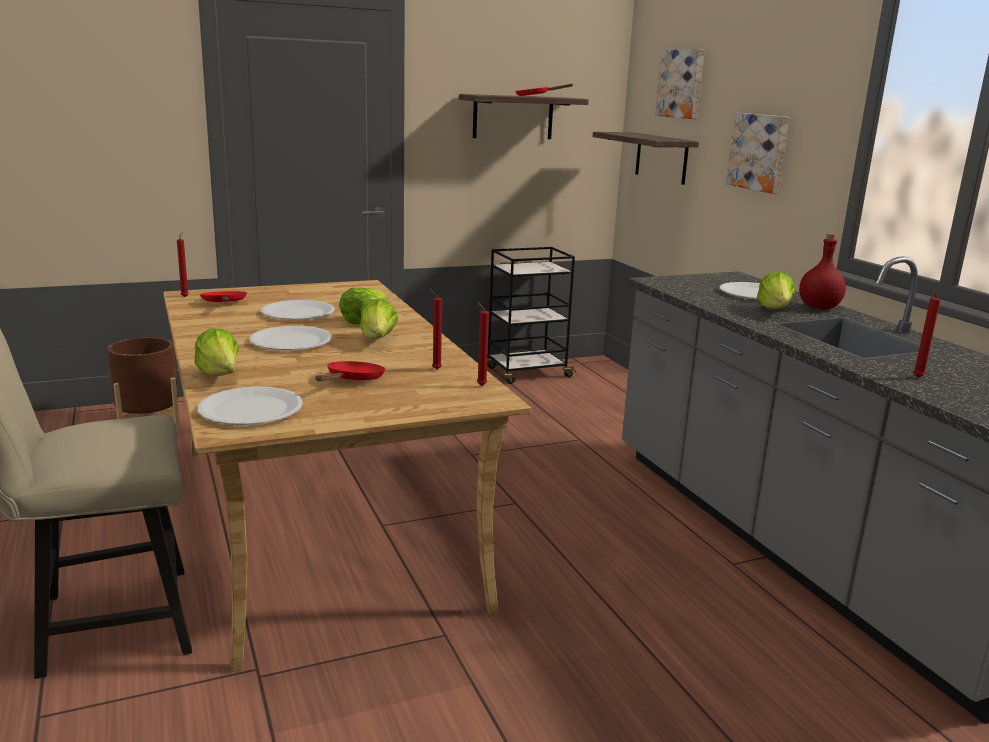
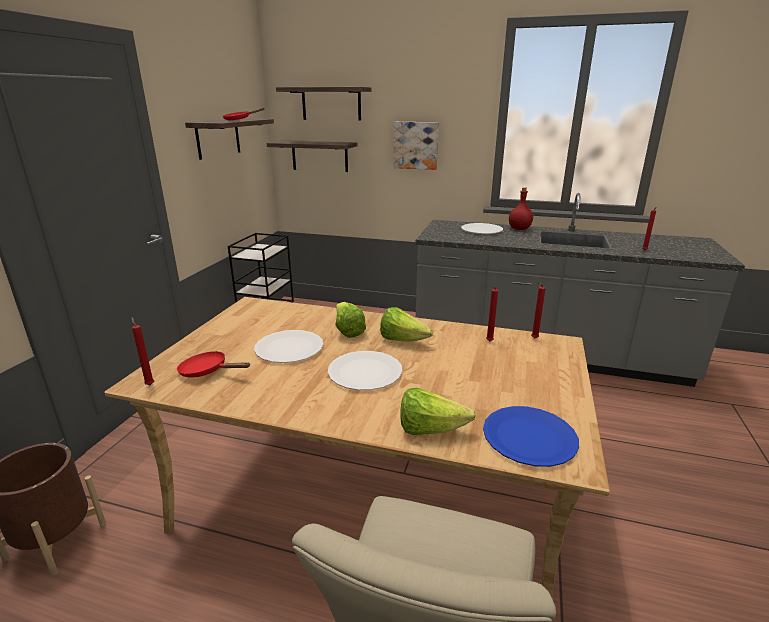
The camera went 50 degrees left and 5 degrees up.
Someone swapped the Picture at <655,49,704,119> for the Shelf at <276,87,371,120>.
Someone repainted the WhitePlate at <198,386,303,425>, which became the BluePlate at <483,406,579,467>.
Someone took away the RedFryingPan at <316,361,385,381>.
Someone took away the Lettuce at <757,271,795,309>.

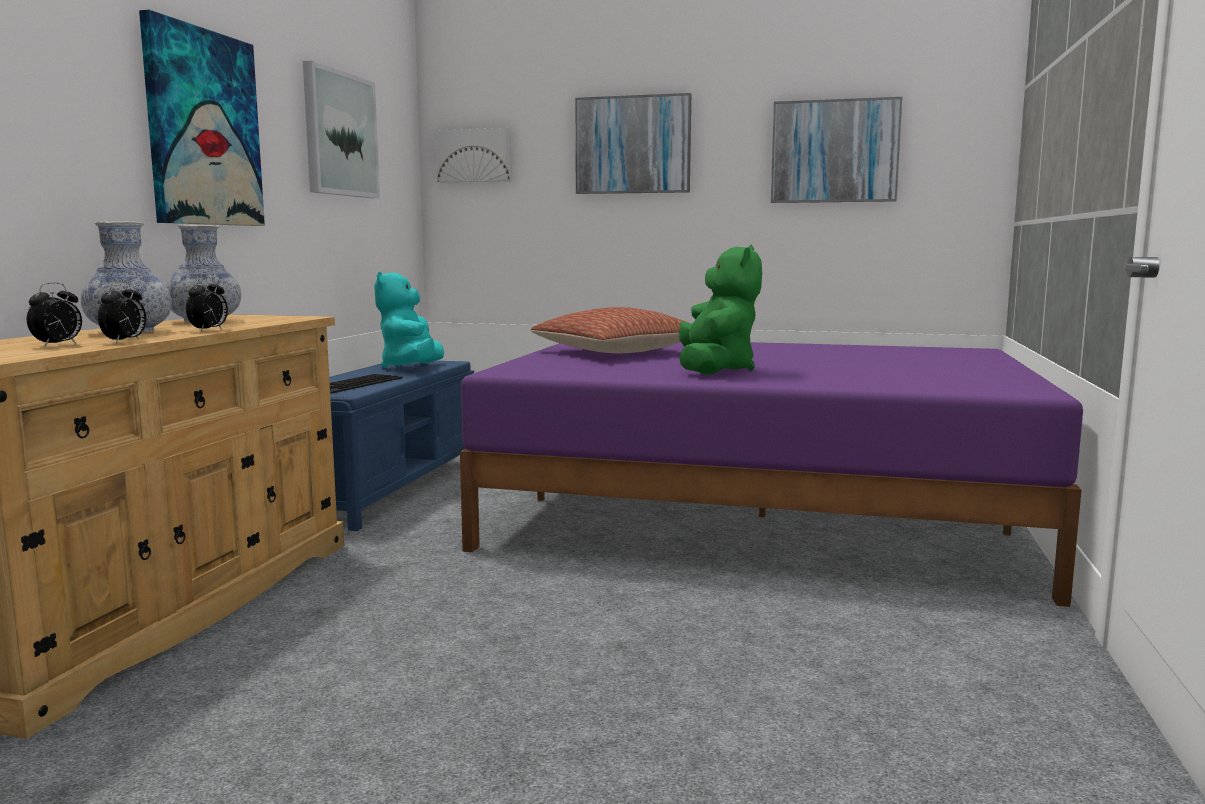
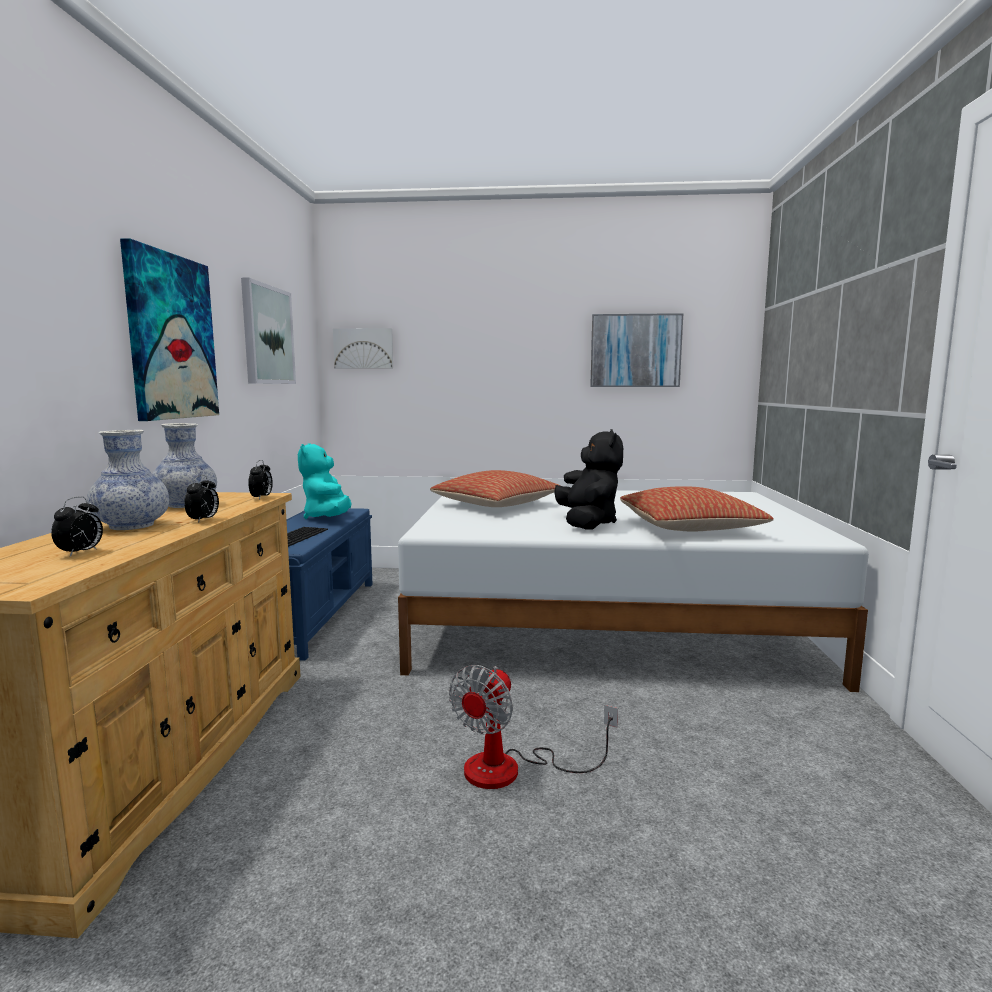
The camera went 10 degrees left and 0 degrees up.
Someone carried the AlarmClock from <98,281,146,343> to <248,460,273,500>.
Someone repainted the PurpleBed at <460,342,1083,607>, which became the WhiteBed at <398,490,869,692>.
Someone put down the Fan at <449,665,618,789>.
Someone repainted the GreenPlushToy at <679,244,762,375>, which became the BlackPlushToy at <554,429,623,529>.
Someone put down the Pillow at <620,486,774,532>.
Someone took away the Picture at <575,93,691,194>.

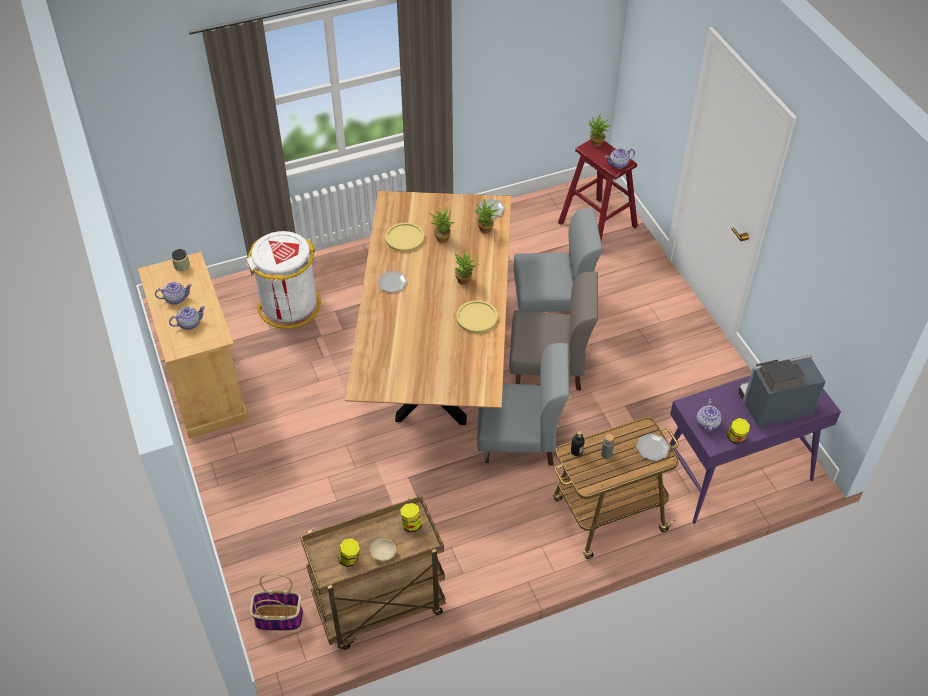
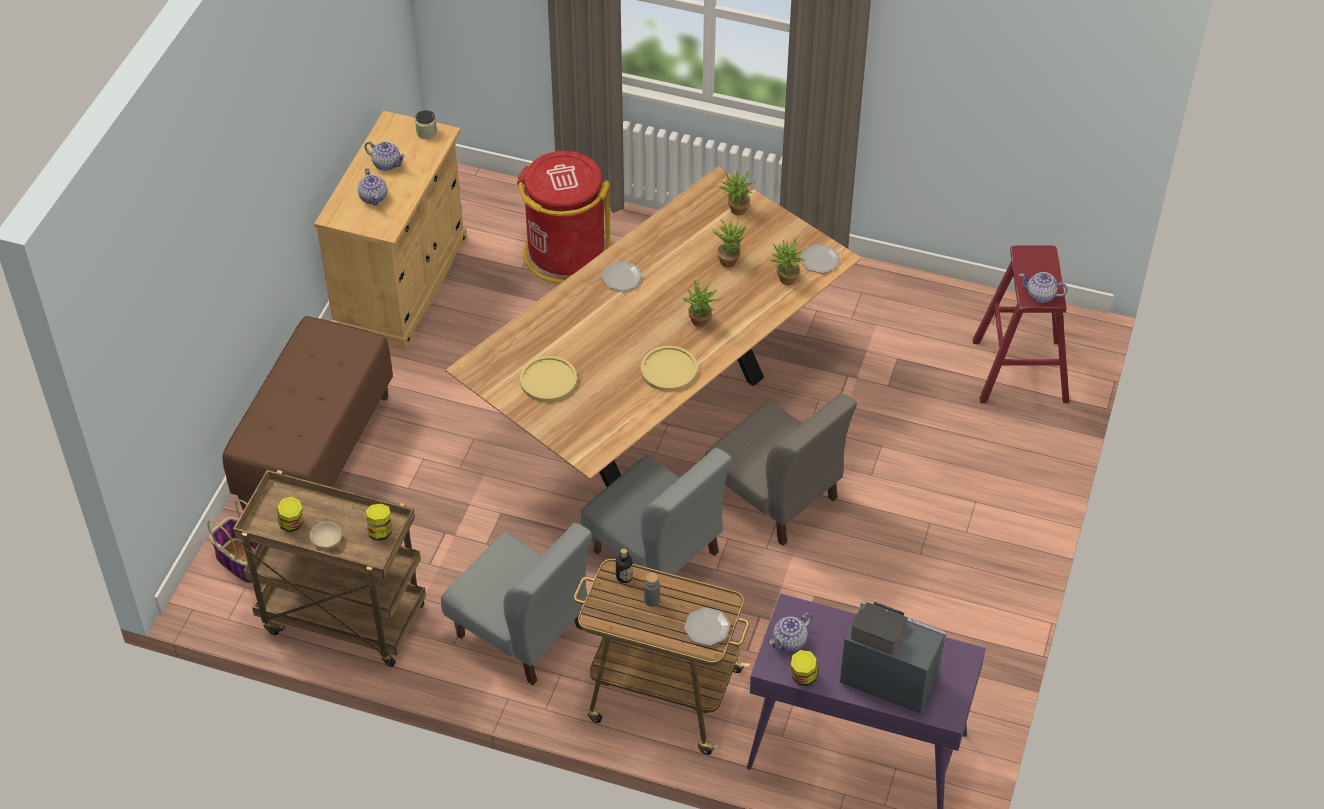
The camera went 40 degrees right and 0 degrees up.
Someone put down the BrownBench at <222,316,393,510>.
Someone rotated the Teapot at <169,306,205,330> by 60 degrees clockwise.
Someone carried the GreyChair from <513,207,602,312> to <441,523,592,685>.
Someone repainted the WhiteTrashCan at <247,231,321,329>, which became the RedTrashCan at <517,151,610,284>.
Someone carried the YellowPlate from <385,223,424,252> to <520,356,577,402>.
Someone carried the PottedPlant from <589,114,611,147> to <718,170,755,215>.

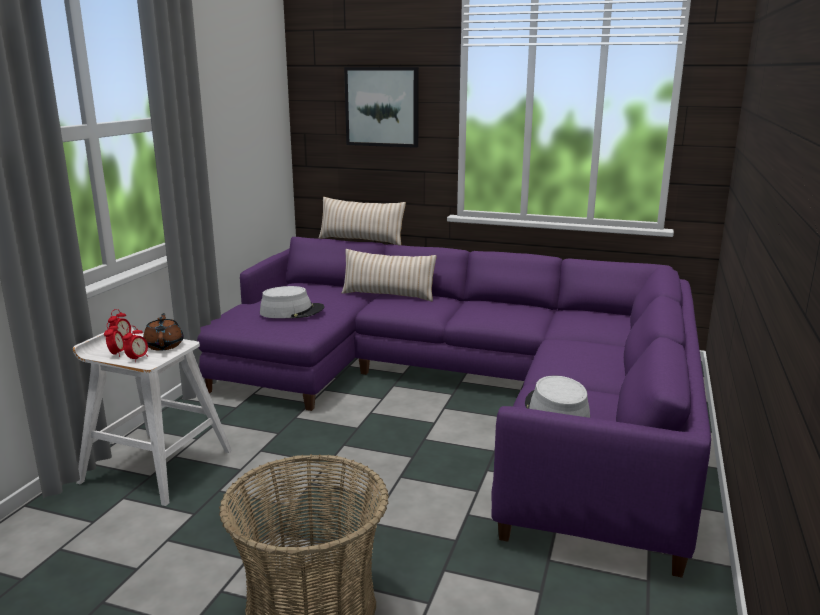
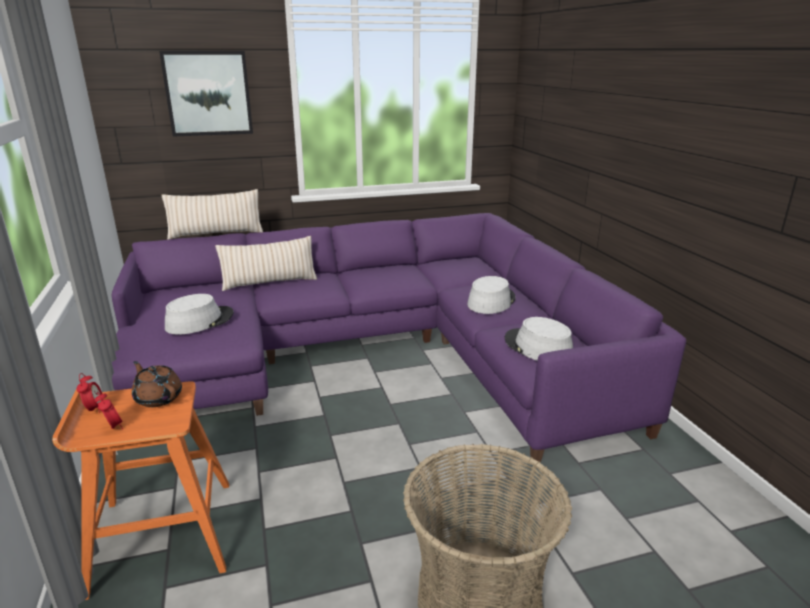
The camera went 35 degrees left and 5 degrees up.
Someone repainted the WhiteStool at <73,324,232,506>, which became the OrangeStool at <52,381,229,600>.
Someone put down the GreyHat at <467,276,516,314>.
Someone took away the AlarmClock at <123,326,148,362>.

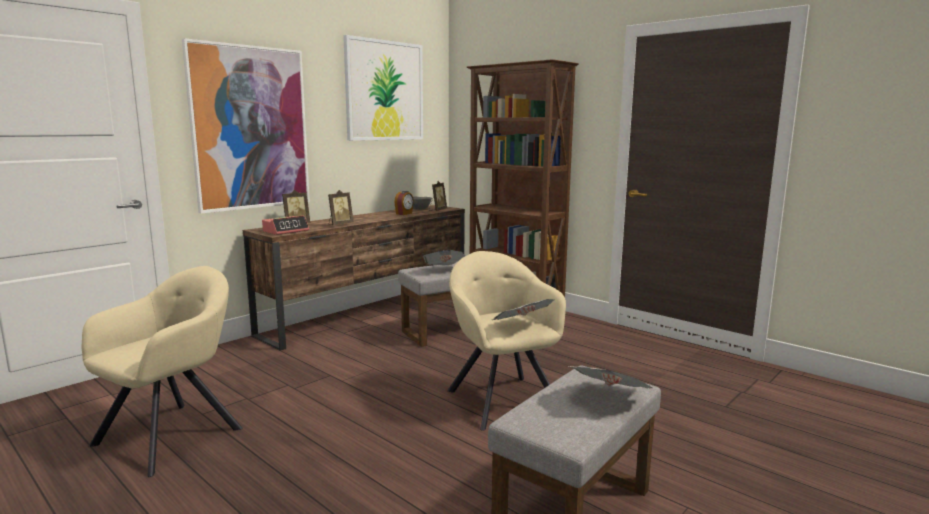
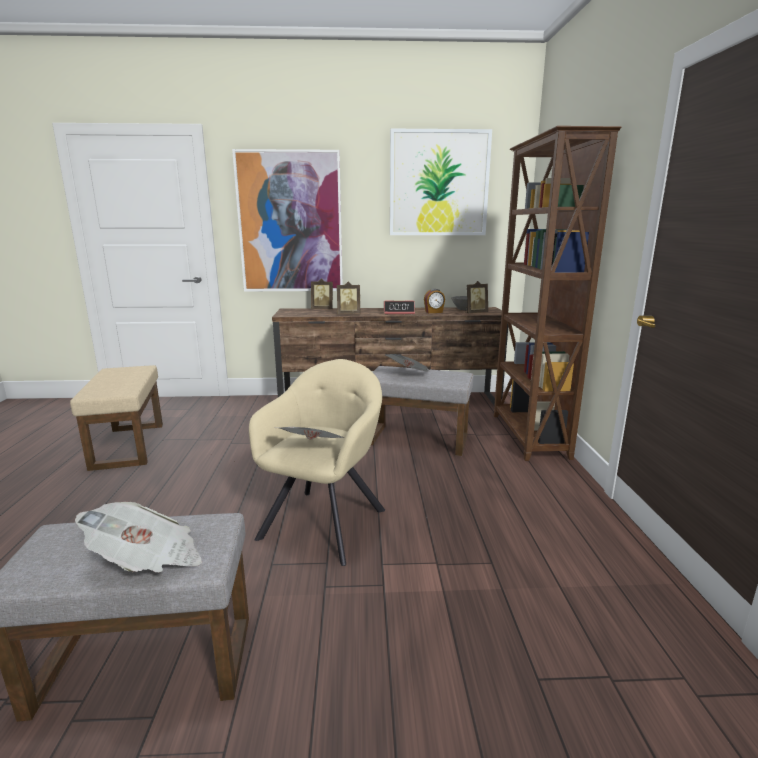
The camera went 45 degrees right and 5 degrees up.
Someone swapped the BeigeArmchair at <82,266,243,477> for the BeigeOttoman at <70,365,163,471>.
Someone carried the AlarmClock from <262,216,309,235> to <384,300,415,314>.

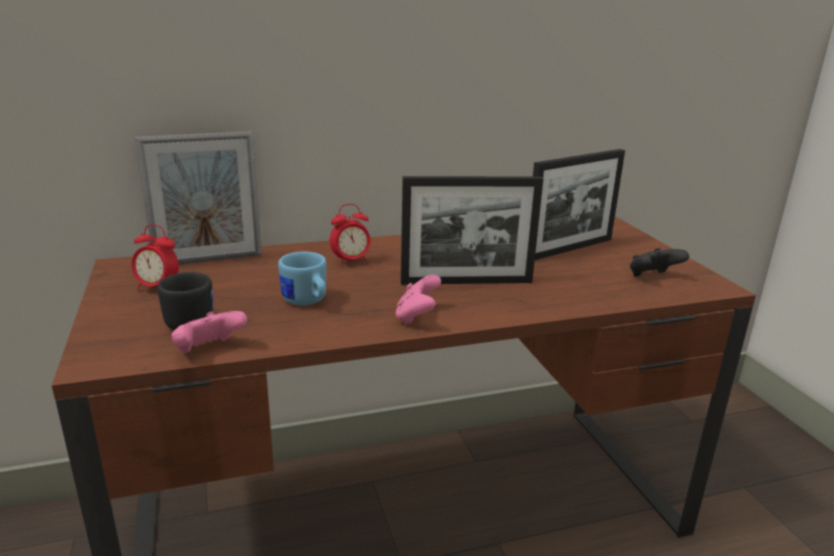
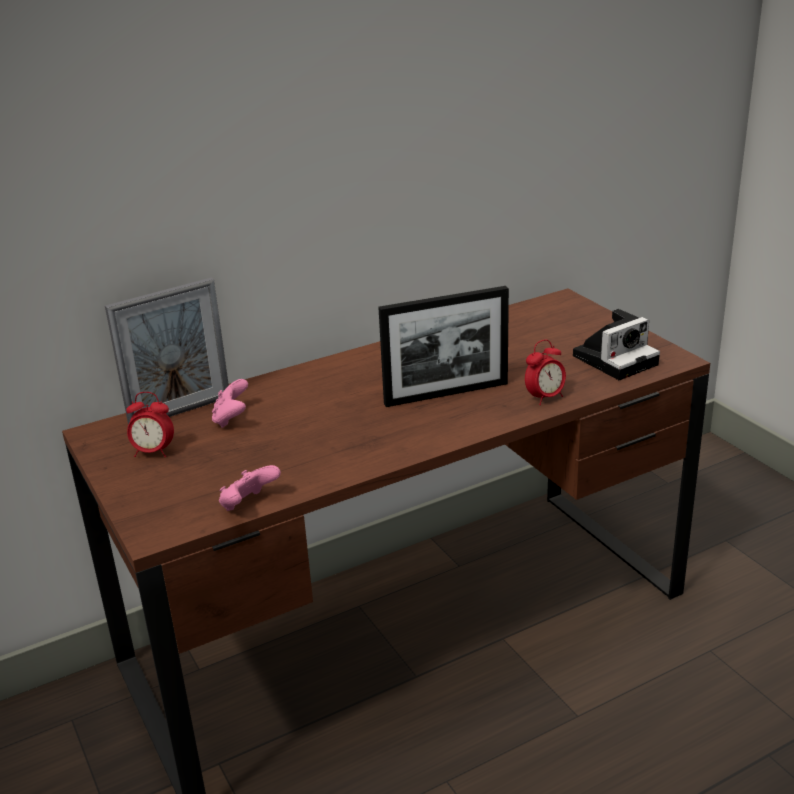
The camera went 10 degrees left and 5 degrees up.
Someone carried the PinkGameController from <396,275,441,325> to <212,379,248,428>.
Someone carried the AlarmClock from <330,204,371,266> to <525,340,566,405>.
Someone swapped the BlackGameController at <630,248,689,277> for the PhotoCamera at <573,309,660,380>.
Someone took away the BlackMug at <157,272,214,330>.
Someone took away the BlueMug at <278,252,327,306>.
Someone took away the PictureFrame at <533,149,625,260>.

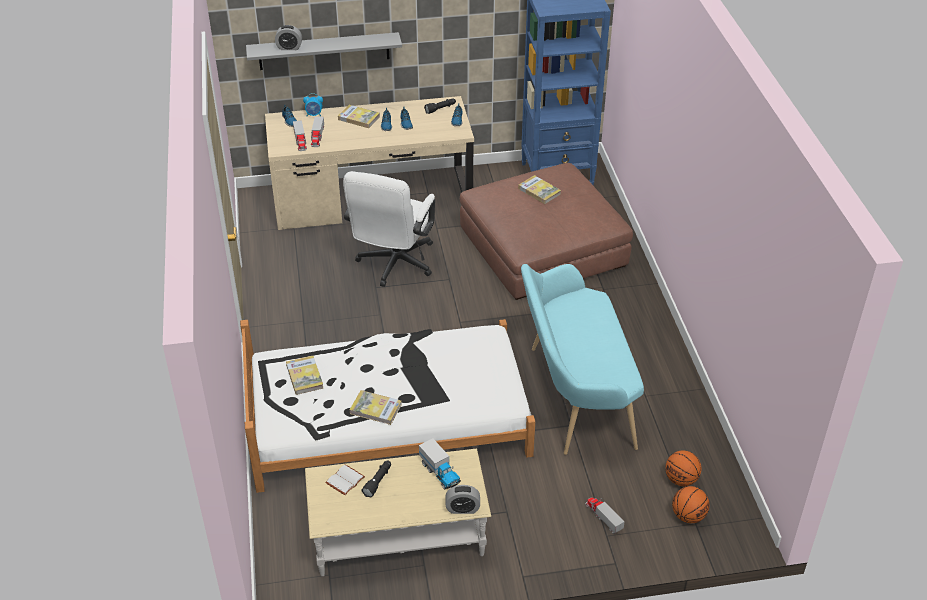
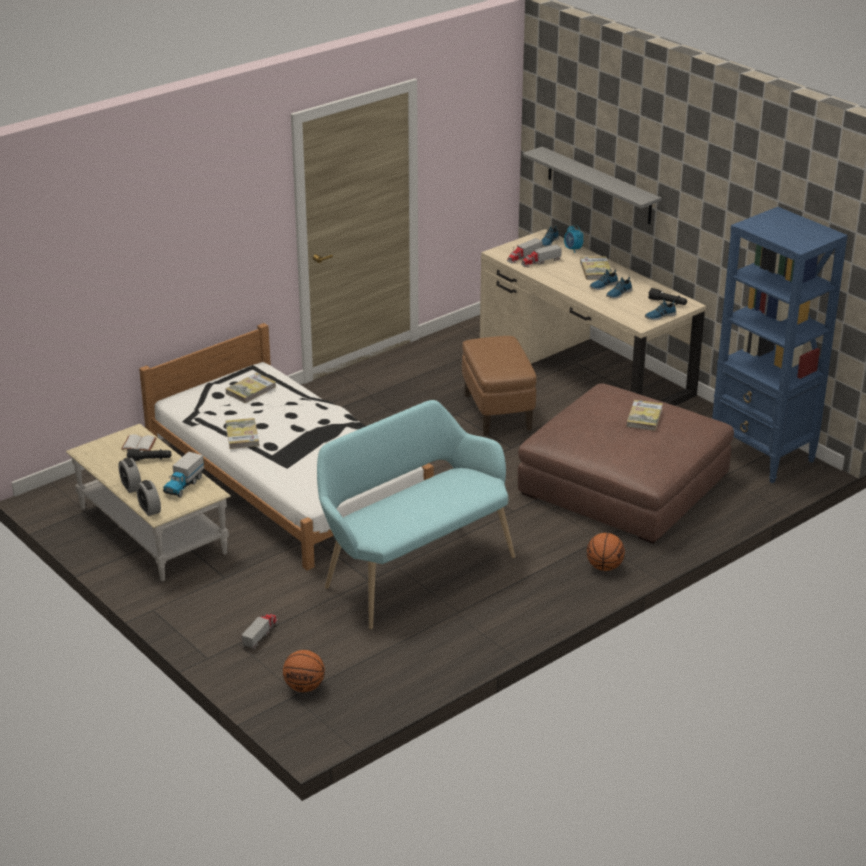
The camera went 60 degrees right and 10 degrees down.
Someone carried the AlarmClock from <275,25,302,50> to <118,458,141,493>.
Someone swapped the WhiteOfficeChair at <343,171,435,287> for the BrownOttoman at <462,336,536,436>.
Someone carried the Basketball from <665,450,701,486> to <587,533,625,571>.

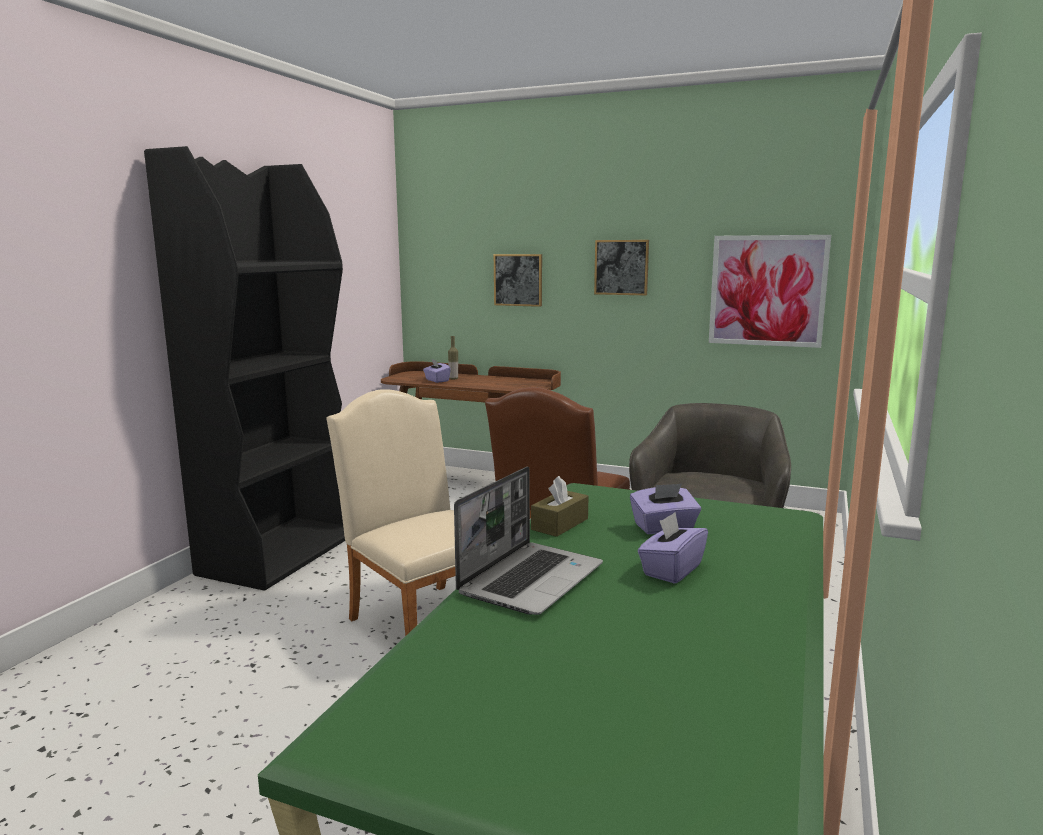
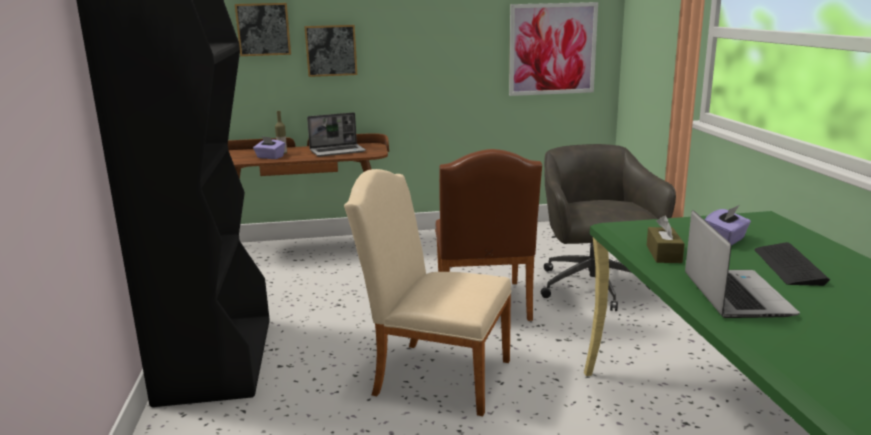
The camera went 30 degrees left and 5 degrees up.
Someone carried the Picture from <594,240,649,295> to <235,3,291,56>.
Someone put down the Laptop at <307,112,366,157>.
Someone swapped the PurpleTissueBox at <638,512,708,584> for the Keyboard at <754,242,830,286>.

